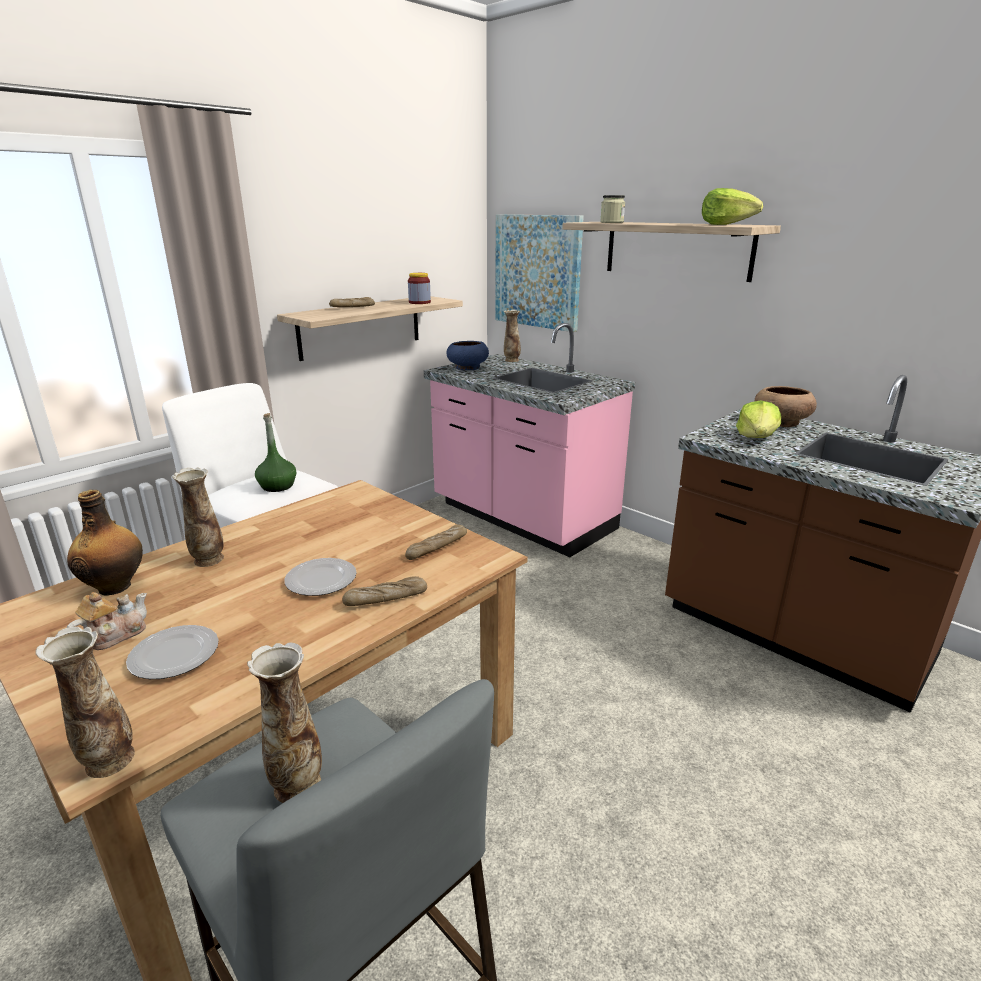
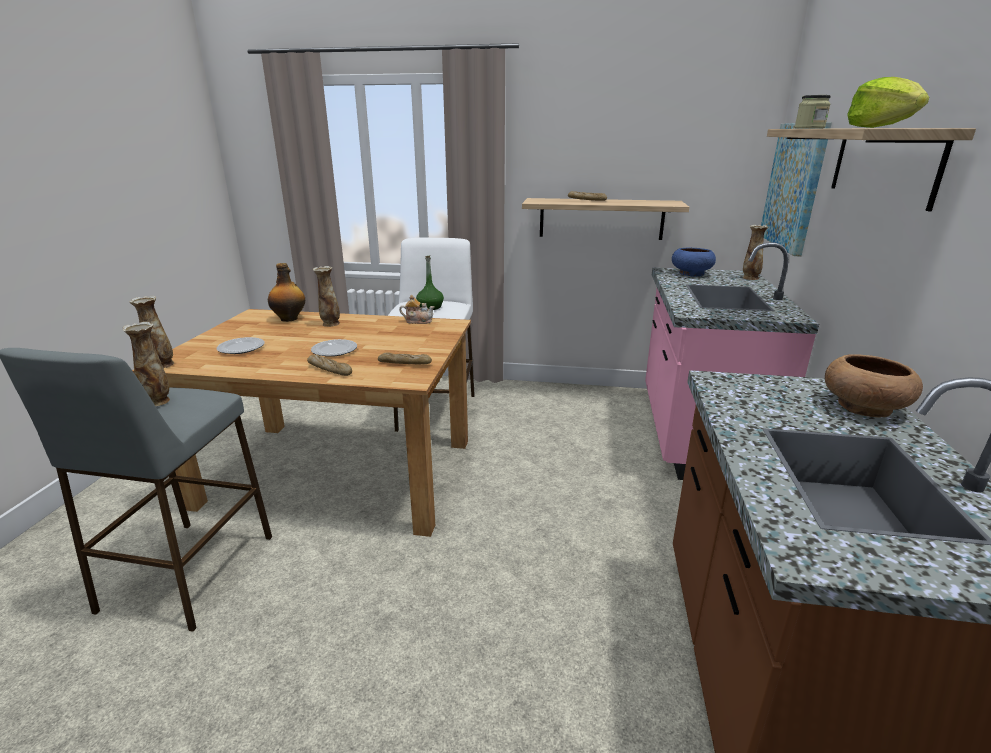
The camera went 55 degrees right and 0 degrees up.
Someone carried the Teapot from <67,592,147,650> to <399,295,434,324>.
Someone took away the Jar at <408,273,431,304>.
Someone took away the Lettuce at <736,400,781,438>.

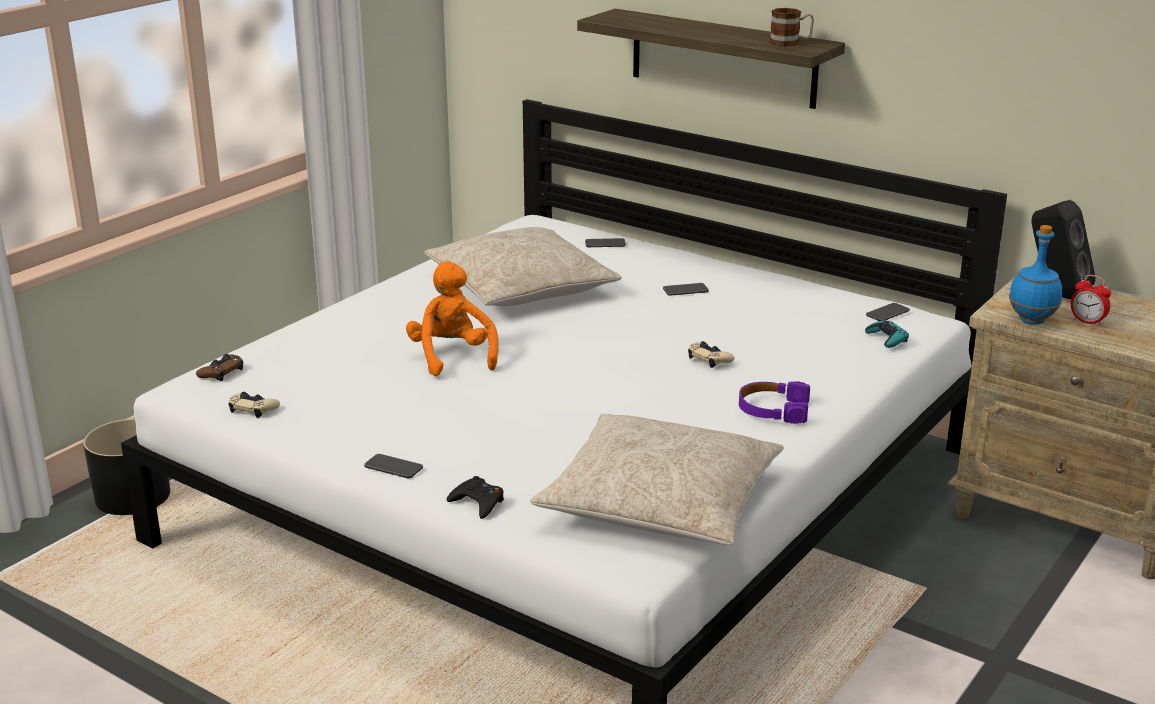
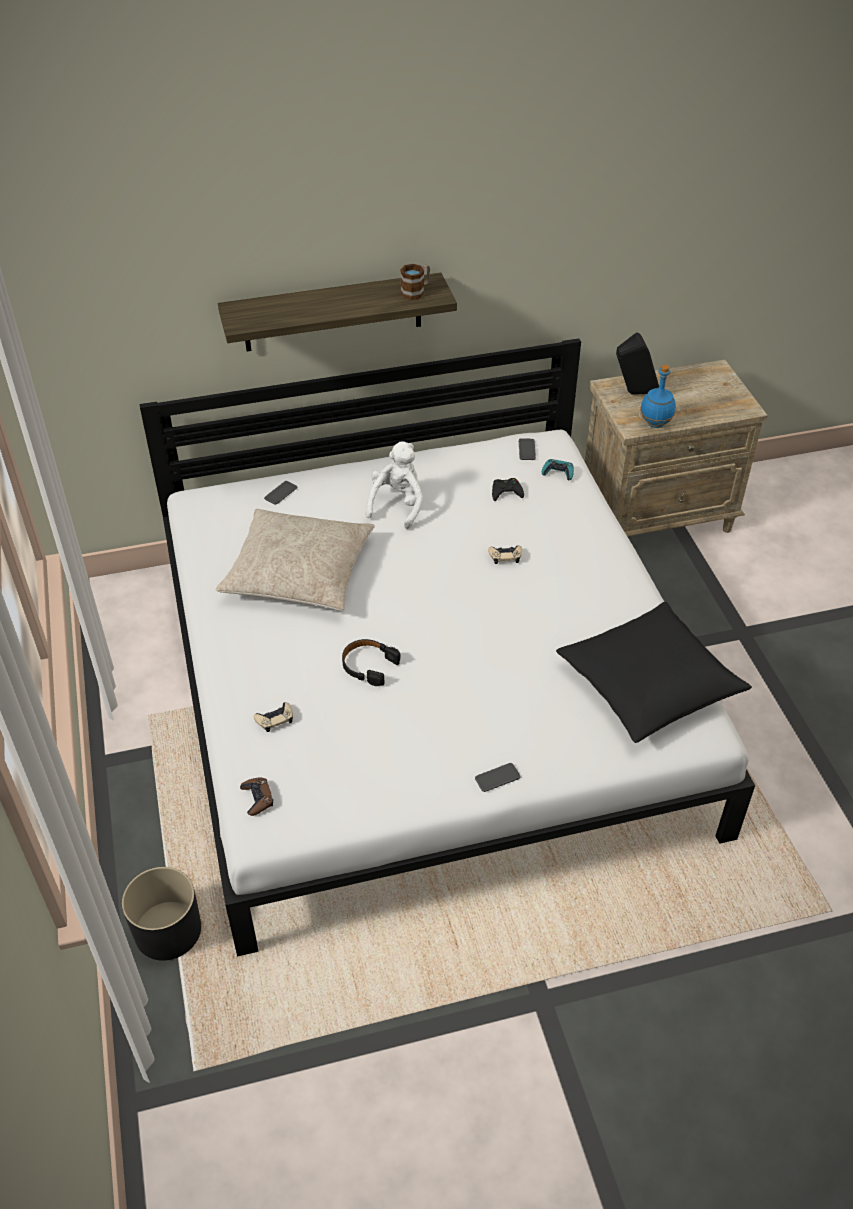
The camera went 50 degrees left and 20 degrees up.
Someone carried the BeigeGameController from <228,392,280,418> to <254,702,293,732>.
Someone swapped the OrangePlushToy at <406,261,499,376> for the BlackHeadphones at <342,639,401,686>.
Someone swapped the Phone at <663,283,709,296> for the WhitePlushToy at <366,441,423,529>.
Someone carried the BlackGameController from <447,476,504,519> to <492,478,524,501>.
Someone repainted the BeigePillow at <530,414,784,546>, which became the BlackPillow at <556,602,752,743>.
Someone took away the PurpleHeadphones at <739,381,810,424>.
Someone took away the AlarmClock at <1071,275,1111,327>.

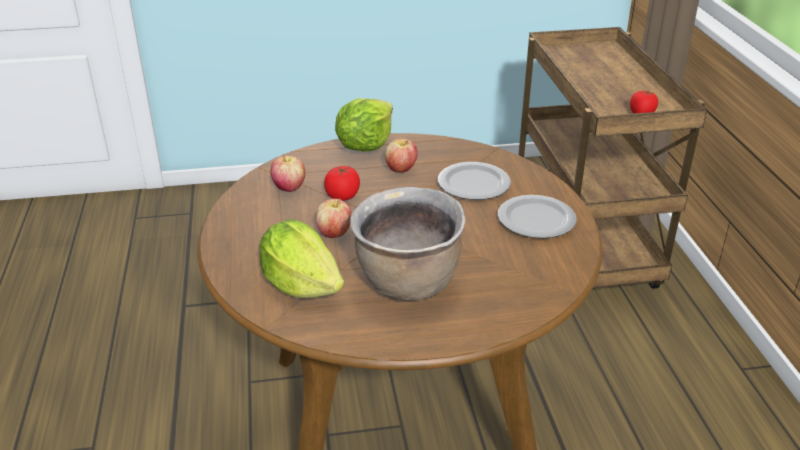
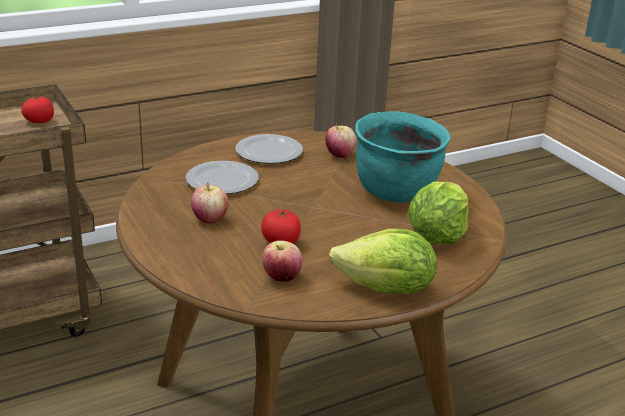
The camera went 110 degrees left and 5 degrees down.
Someone carried the Apple from <315,198,352,238> to <325,123,356,158>.
Someone carried the Lettuce from <335,98,393,151> to <329,229,437,294>.
Someone repainted the BrownCookingPot at <350,187,466,301>, which became the TurquoiseCookingPot at <355,111,451,202>.

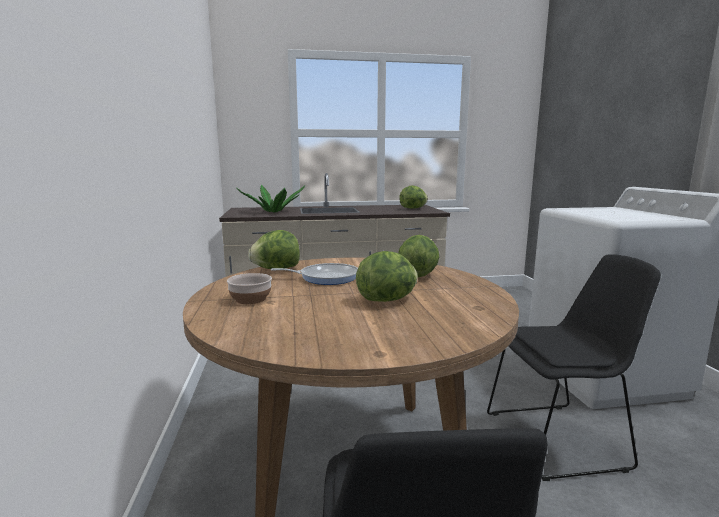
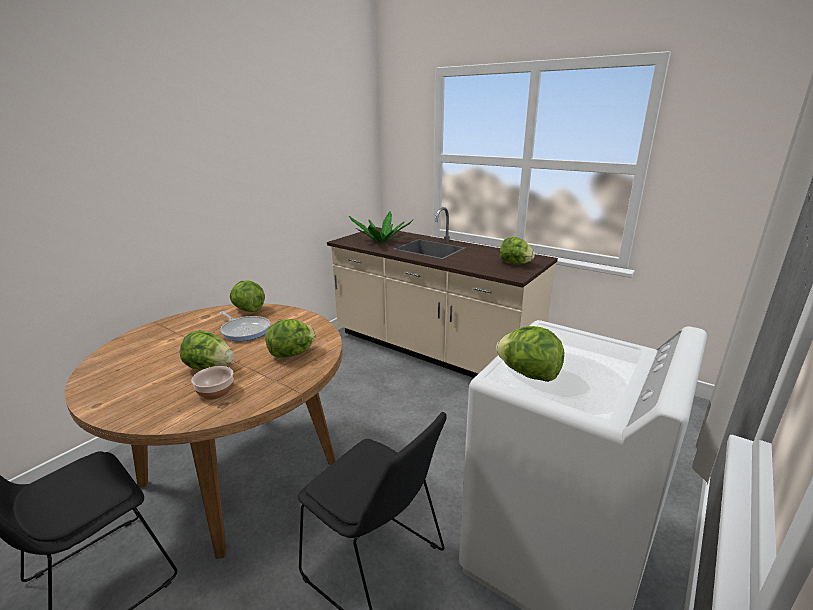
The camera went 45 degrees right and 10 degrees up.
Someone carried the Bowl from <227,273,272,304> to <192,366,234,400>.
Someone put down the Lettuce at <496,326,564,382>.

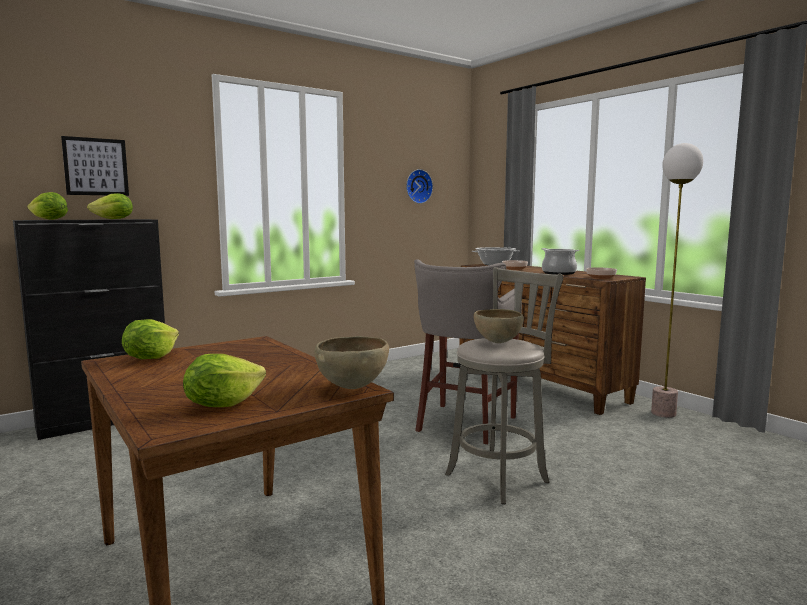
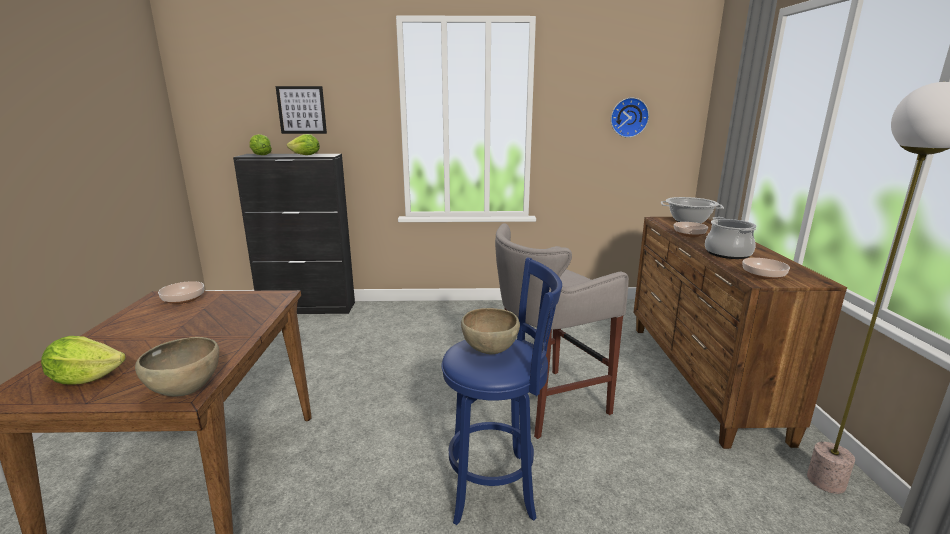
The camera went 35 degrees right and 10 degrees up.
Someone swapped the Lettuce at <122,319,179,359> for the Bowl at <158,281,204,305>.
Someone repainted the GreyStool at <445,267,563,504>, which became the BlueStool at <442,257,562,525>.

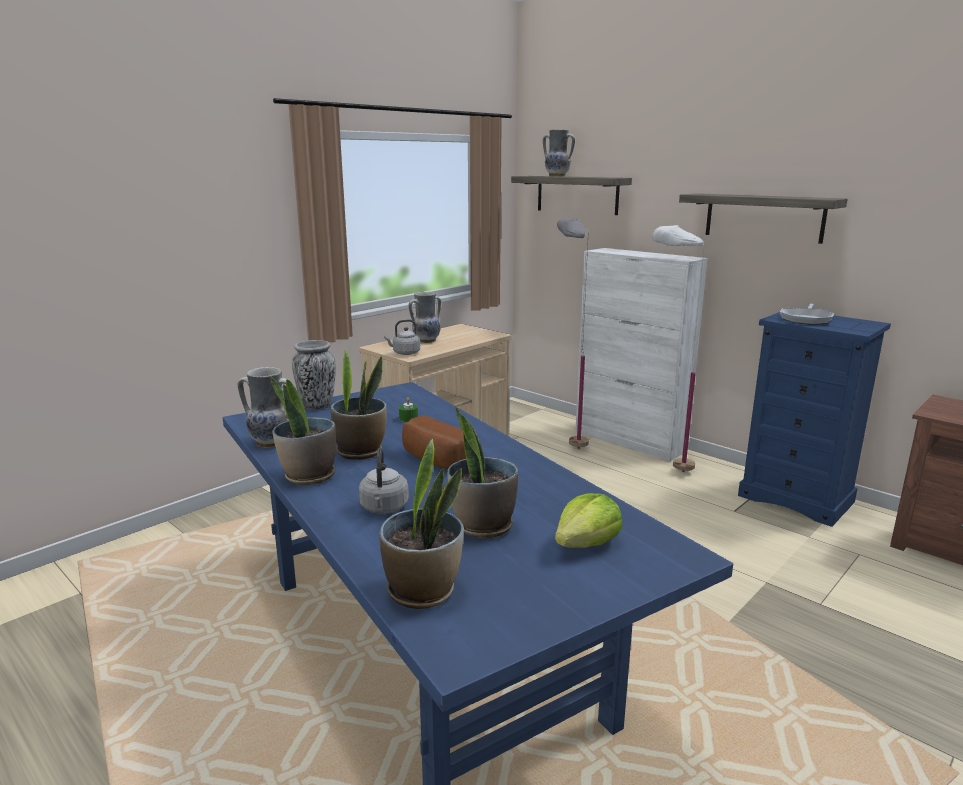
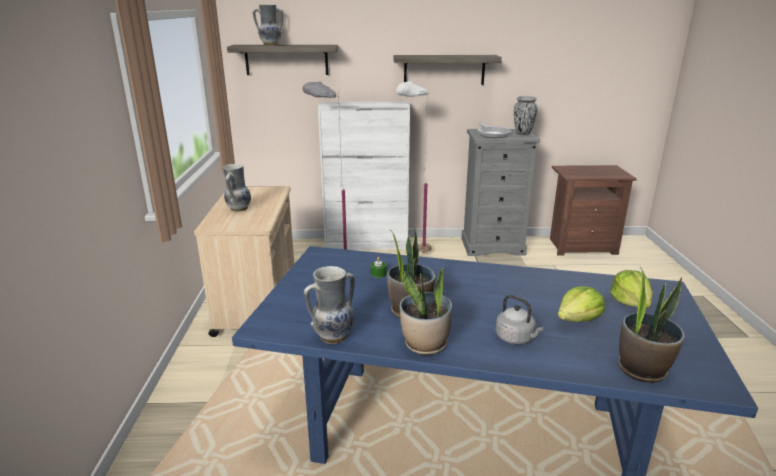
The camera went 45 degrees left and 5 degrees up.
Someone repainted the BlueDresser at <738,312,891,527>, which became the GreyDresser at <461,129,540,256>.
Someone carried the Vase from <292,340,336,410> to <514,96,538,135>.
Someone swapped the PottedPlant at <447,406,518,539> for the Lettuce at <558,286,605,322>.
Someone took away the GreyKettle at <384,319,420,355>.
Someone took away the Bread at <402,415,466,469>.

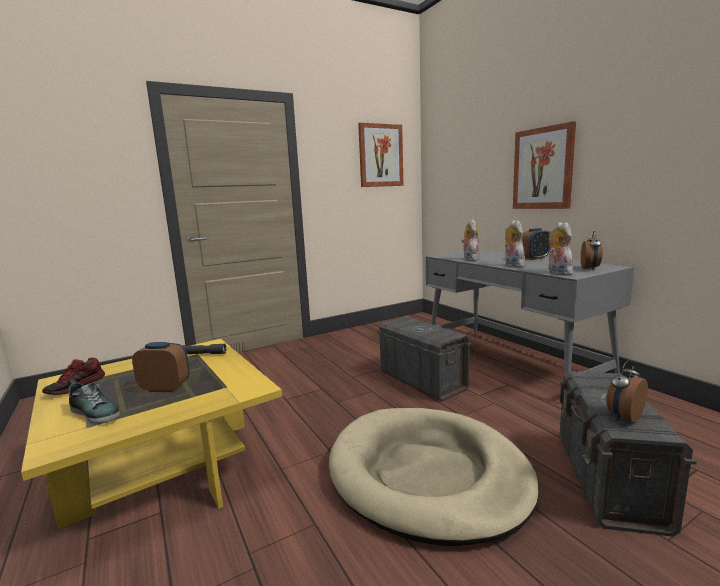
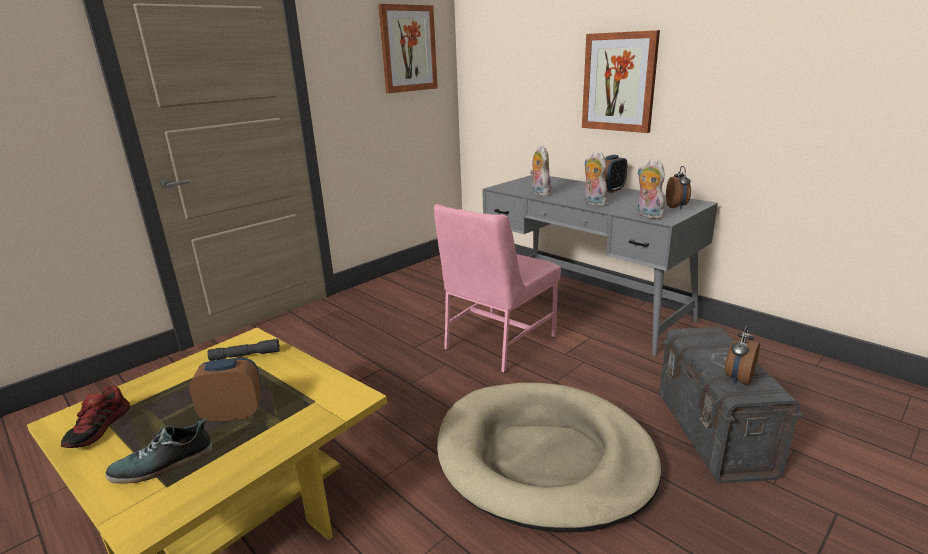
The camera went 15 degrees left and 10 degrees up.
Someone rotated the Shoe at <69,380,120,424> by 135 degrees clockwise.
Someone swapped the GreyStorageBox at <377,317,472,401> for the PinkChair at <434,204,561,373>.

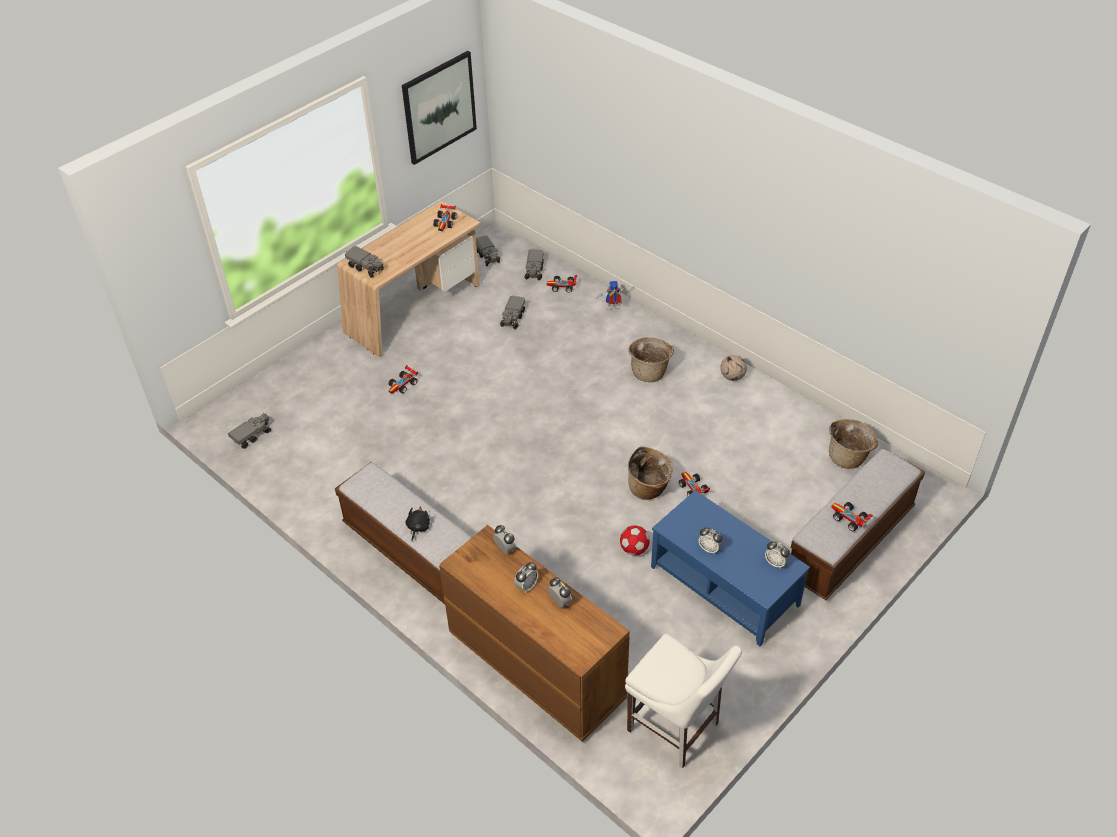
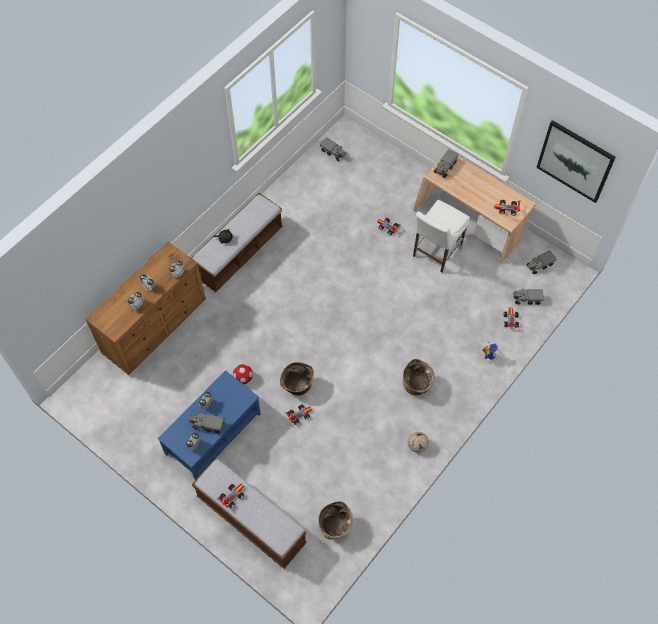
The camera went 85 degrees right and 15 degrees up.
Someone carried the ToyTruck from <500,296,525,329> to <189,413,224,434>.
Someone carried the WhiteChair from <625,634,742,768> to <413,200,470,273>.

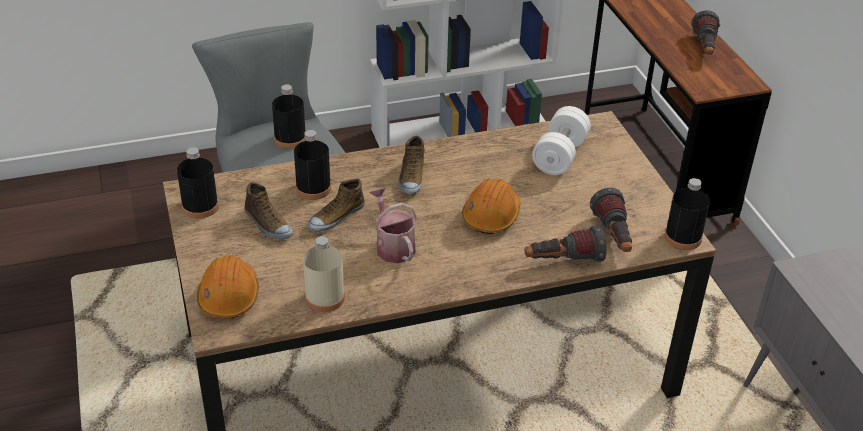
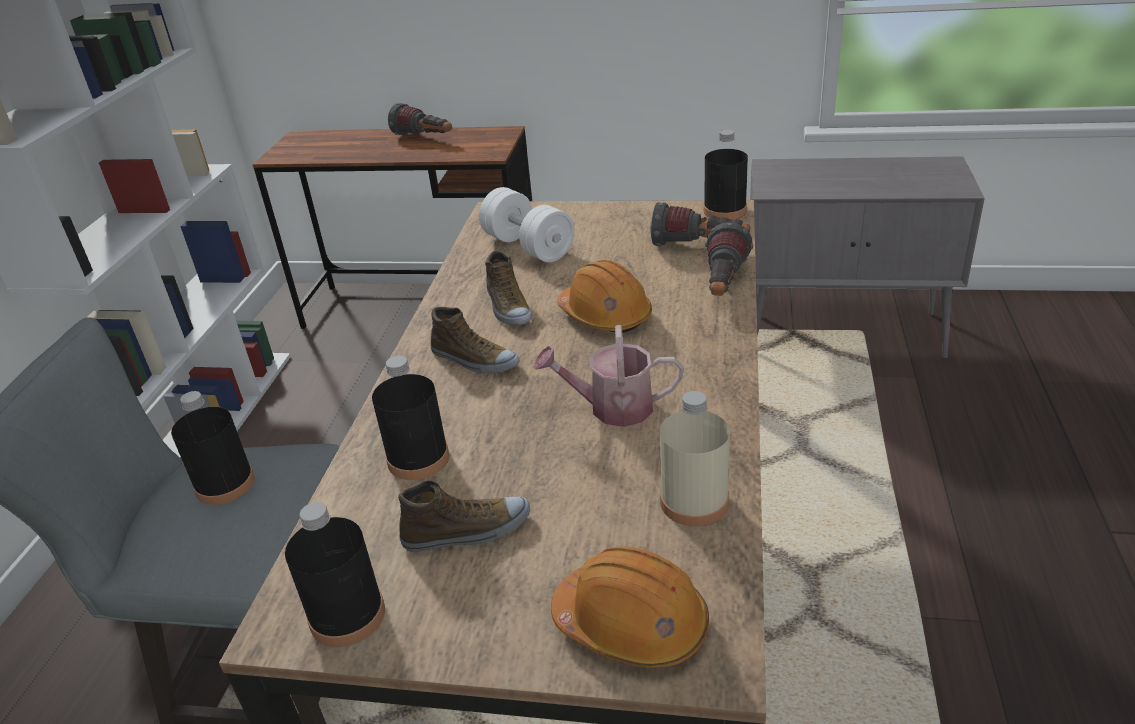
The camera went 60 degrees left and 5 degrees down.
Someone carried the Shoe from <308,179,365,231> to <485,250,531,325>.

